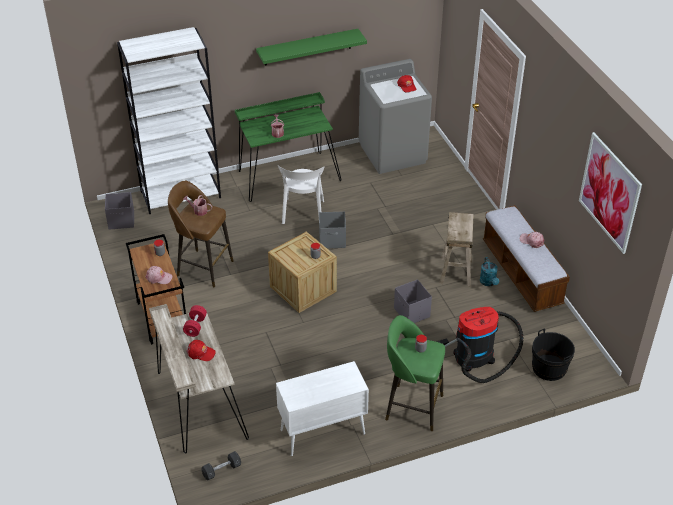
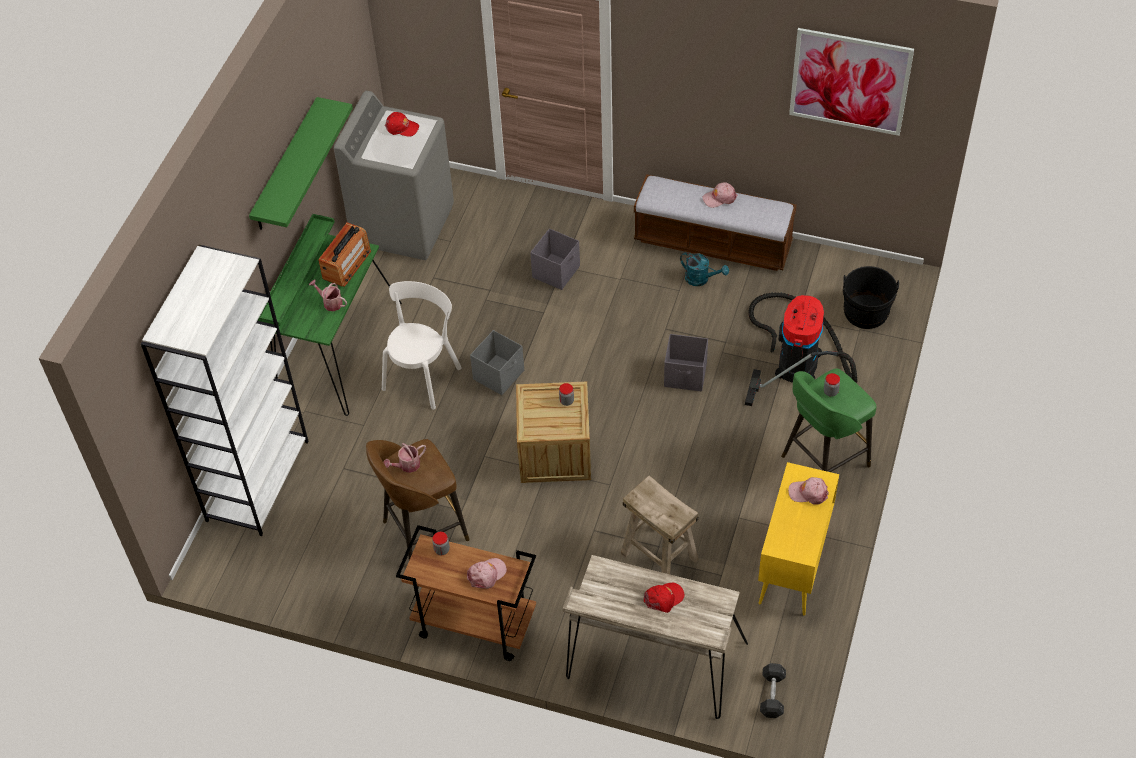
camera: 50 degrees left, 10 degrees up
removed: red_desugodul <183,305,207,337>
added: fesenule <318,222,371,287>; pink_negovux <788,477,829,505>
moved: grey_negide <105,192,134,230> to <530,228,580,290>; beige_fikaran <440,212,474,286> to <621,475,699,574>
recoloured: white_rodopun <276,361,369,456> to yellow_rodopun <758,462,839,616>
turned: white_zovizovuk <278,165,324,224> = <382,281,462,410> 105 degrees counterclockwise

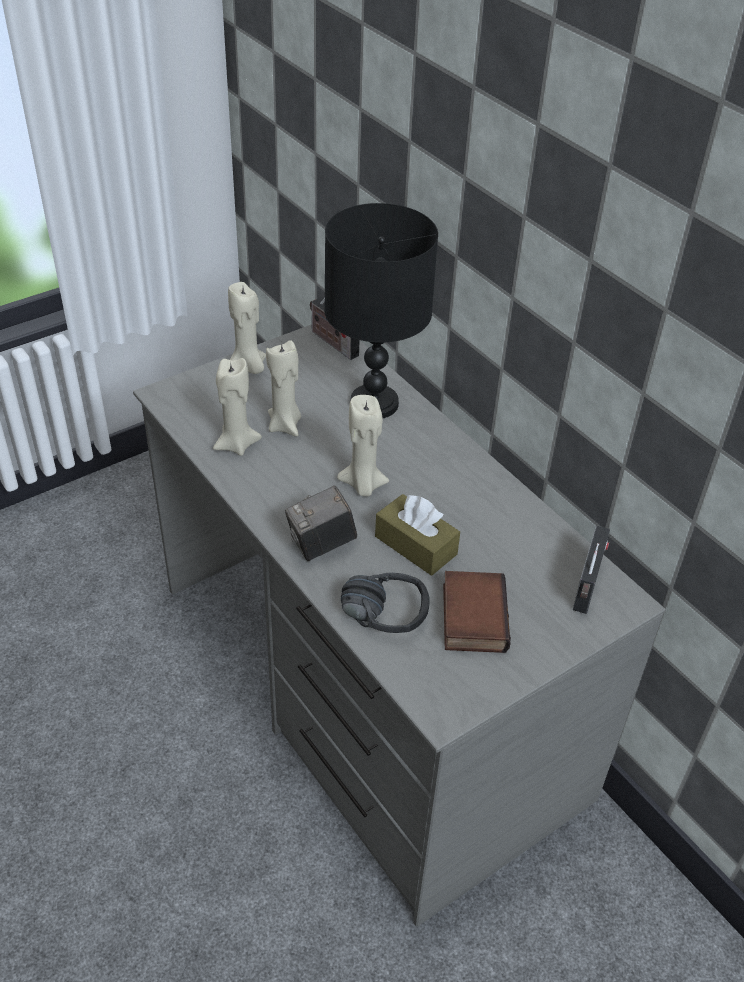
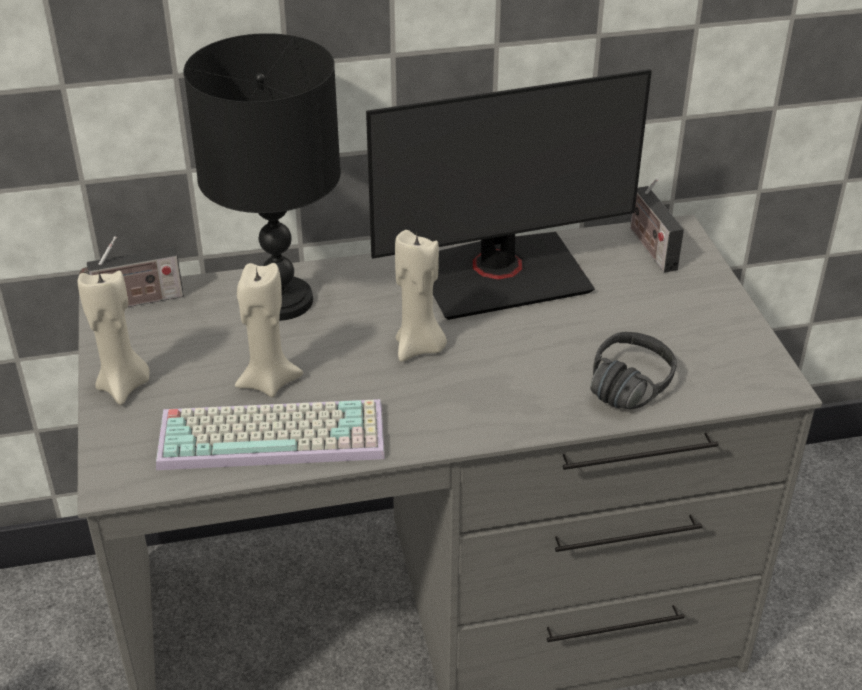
camera: 65 degrees left, 5 degrees down
removed: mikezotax <285,485,357,561>; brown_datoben <375,494,460,576>; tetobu <443,571,511,653>
added: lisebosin <366,69,652,320>
replaced: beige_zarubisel <213,358,262,456> to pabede <156,399,385,470>
turned: fesenule <573,526,610,614> = <630,178,684,273> 150 degrees counterclockwise

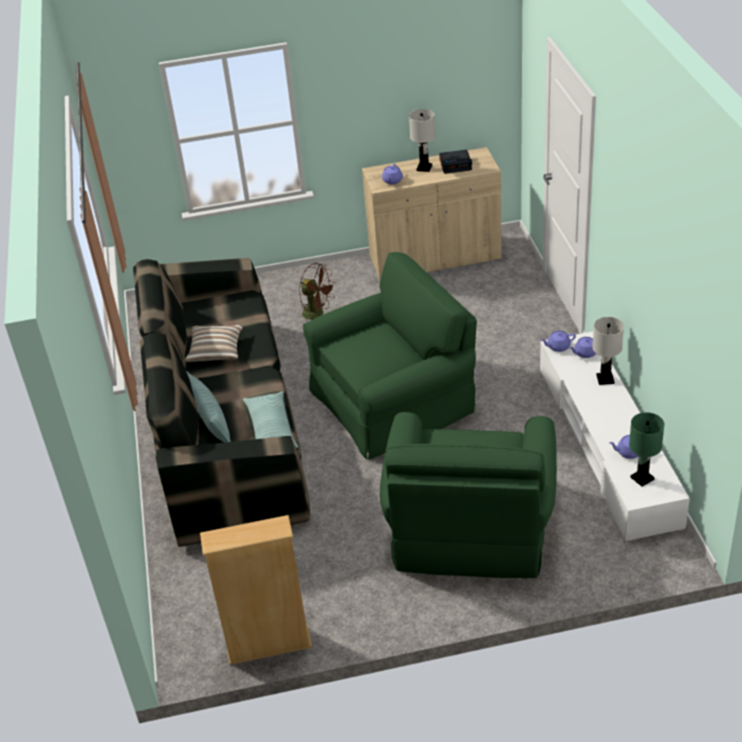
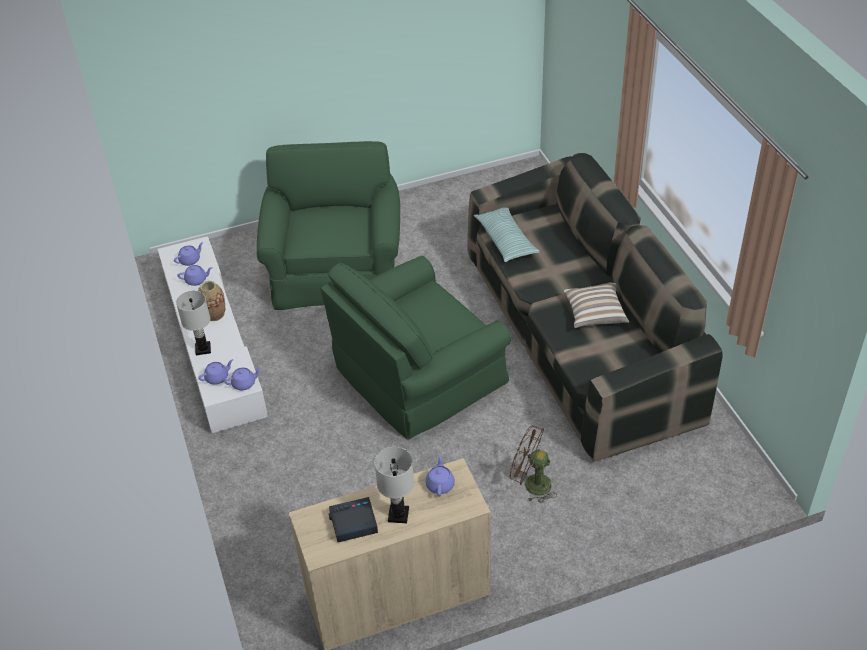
camera: 170 degrees right, 5 degrees up
removed: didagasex <186,371,231,443>; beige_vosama <200,515,312,665>
added: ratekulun <198,281,225,321>
replaced: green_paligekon <629,412,664,487> to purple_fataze <174,242,203,266>

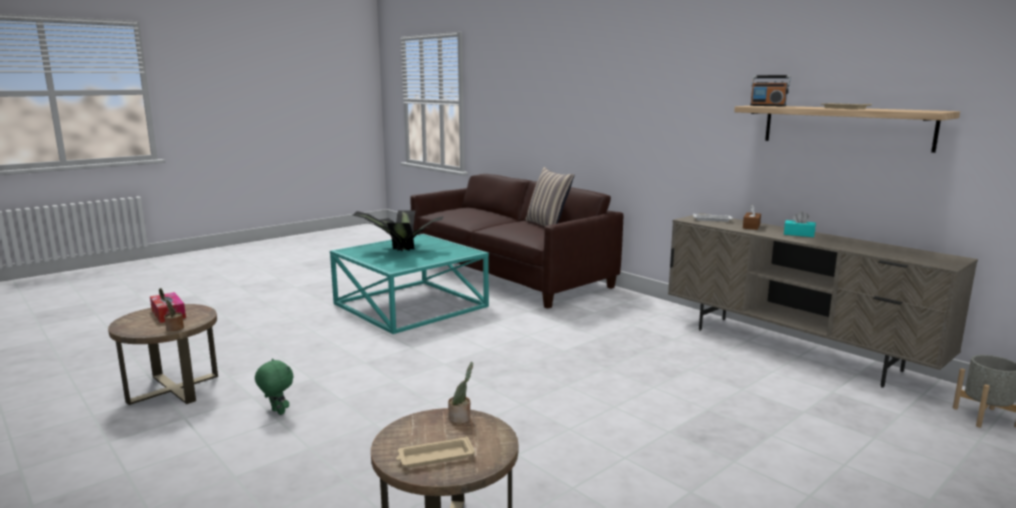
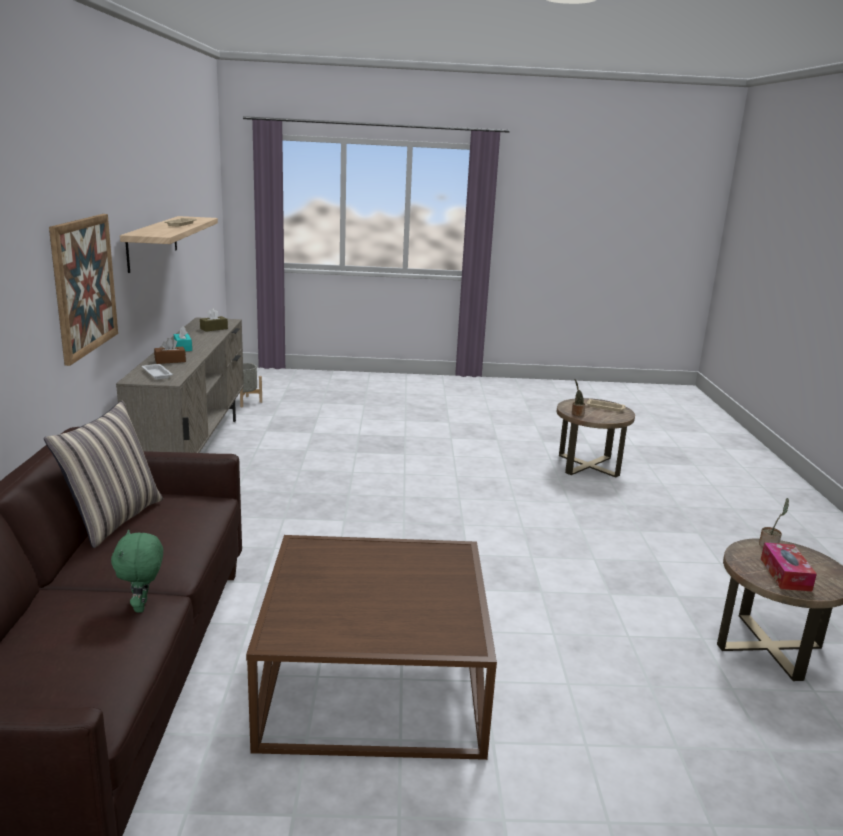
camera: 140 degrees left, 5 degrees up
removed: fesenule <750,75,791,106>; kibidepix <353,210,444,251>
added: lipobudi <49,214,118,366>; brown_datoben <200,308,228,332>
moved: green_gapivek <255,359,293,415> to <111,530,163,613>
recoloured: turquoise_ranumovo <330,234,489,334> to brown_ranumovo <246,535,497,760>

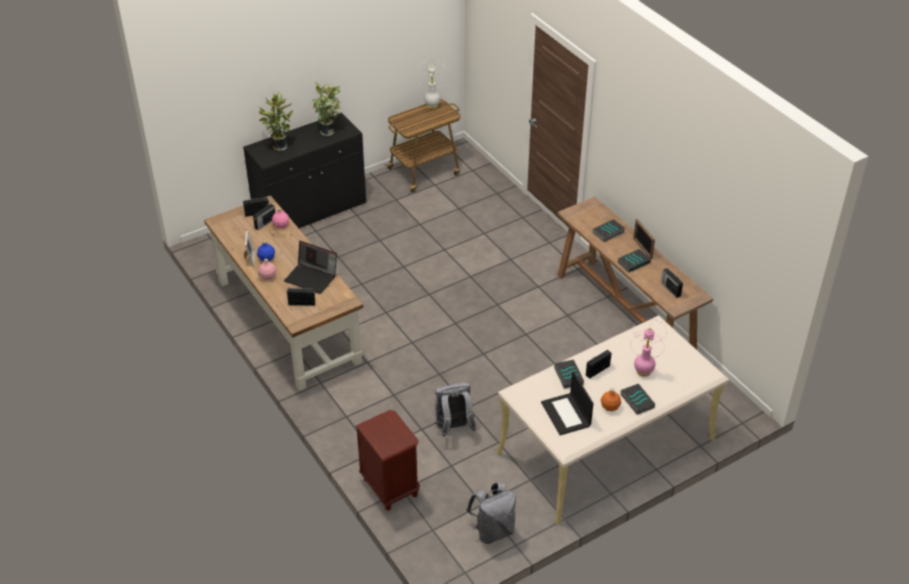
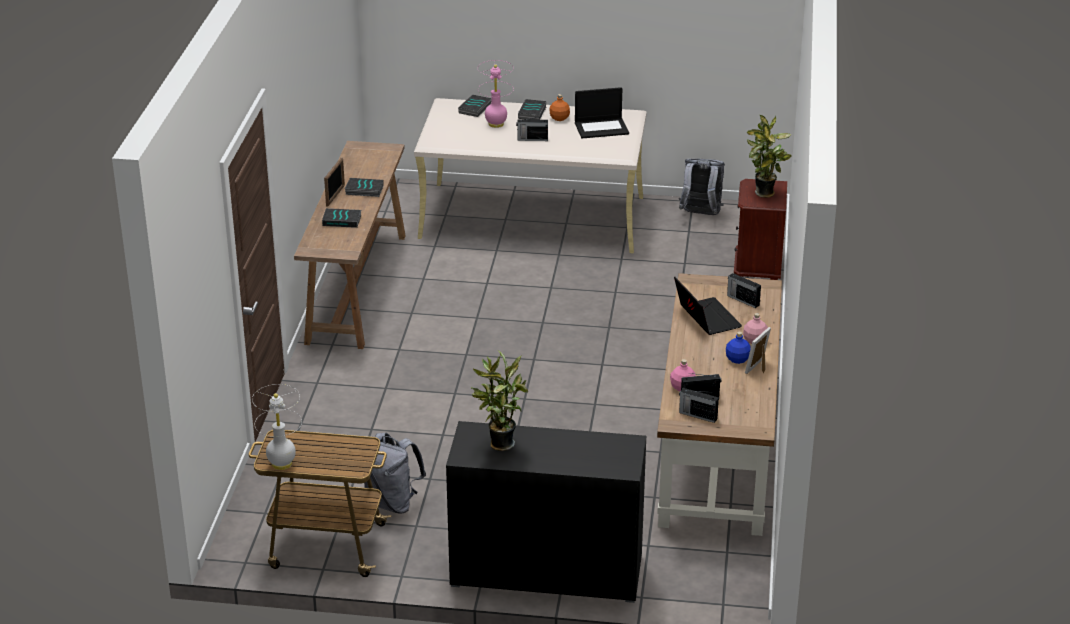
camera: 140 degrees left, 10 degrees down
removed: fesenule <661,268,683,298>
moved: kibidepix <258,92,293,151> to <747,114,792,198>; tetobu <554,360,584,389> to <458,95,492,117>; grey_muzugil <434,383,476,437> to <364,433,426,514>
turned: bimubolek <541,371,594,435> = <575,87,629,138> 60 degrees clockwise

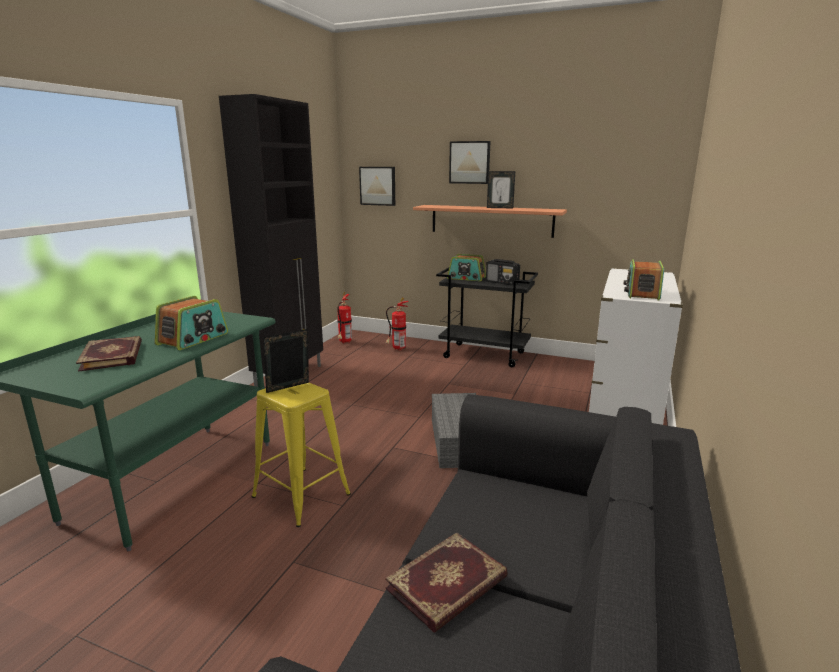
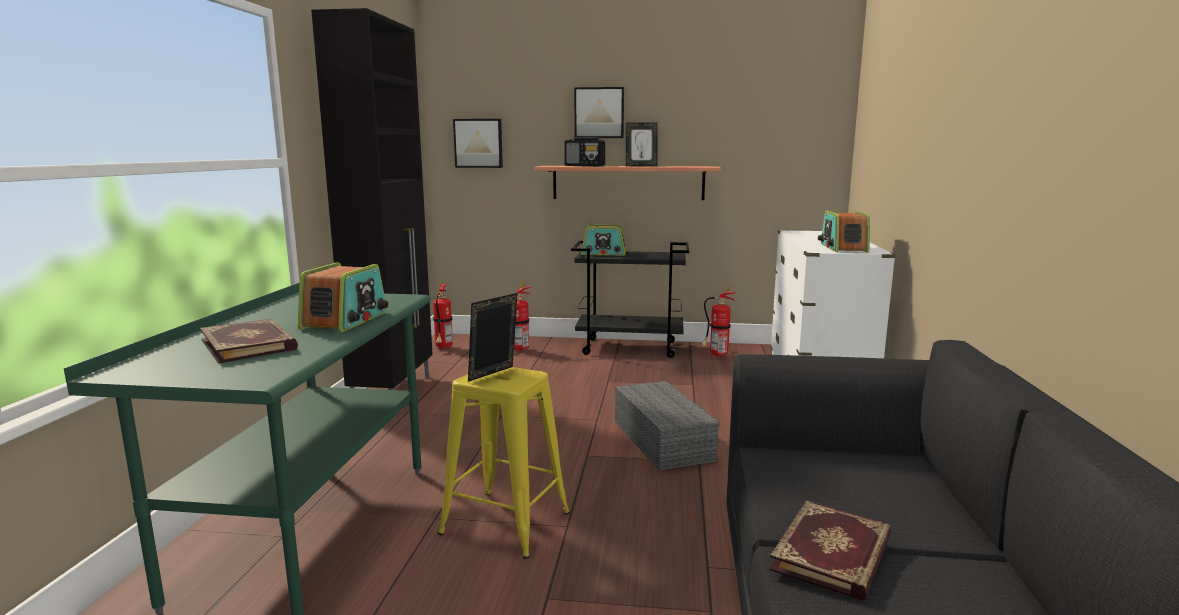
camera: 15 degrees left, 5 degrees down
added: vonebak <701,287,736,357>
moved: fesenule <486,259,520,286> to <564,137,605,166>

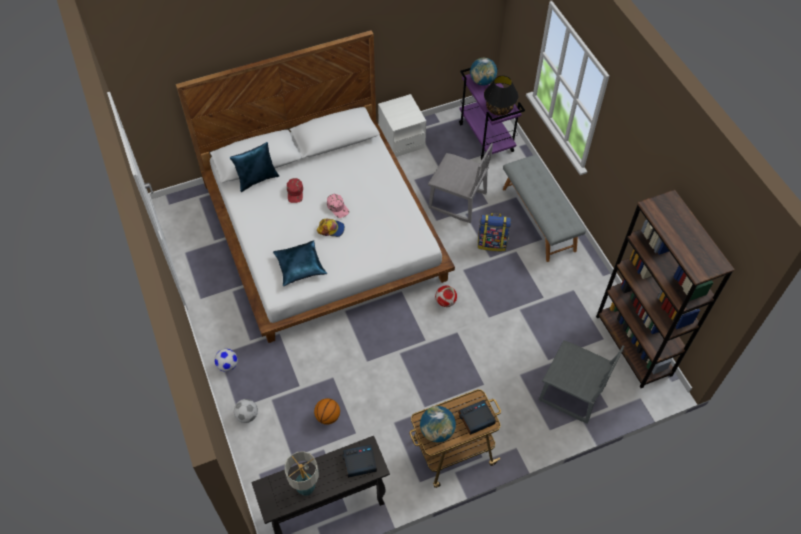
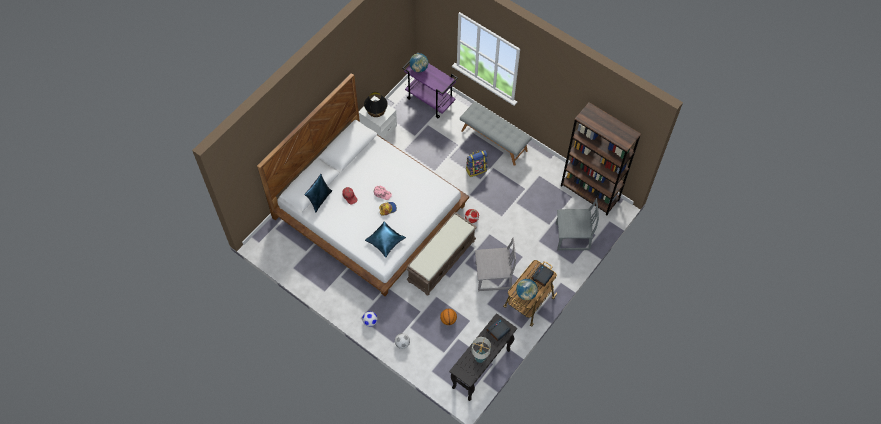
camera: 30 degrees left, 5 degrees up
added: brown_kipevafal <406,212,477,295>
moved: black_paligekon <484,75,518,116> to <364,92,388,117>; grey_zovizovuk <428,143,493,223> to <475,237,516,291>

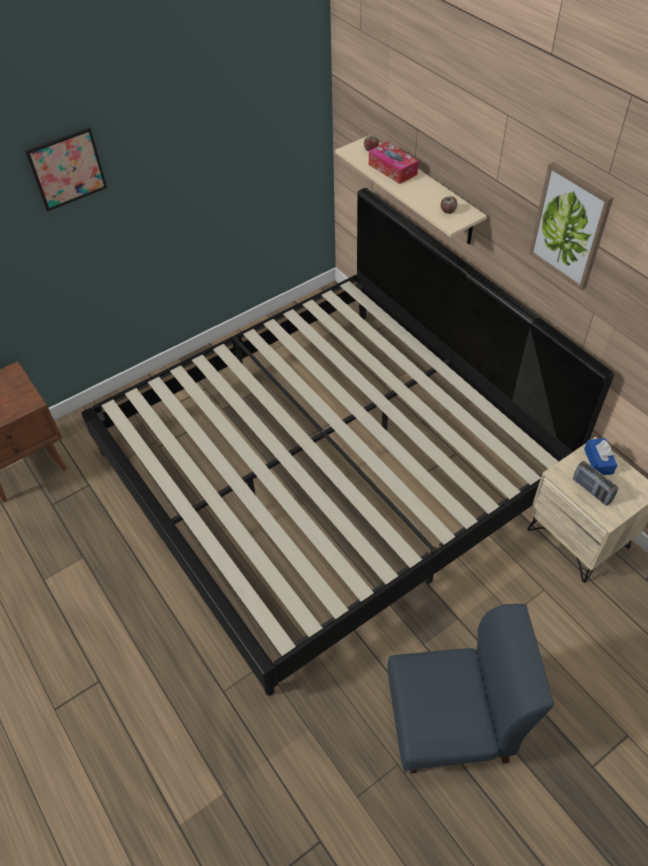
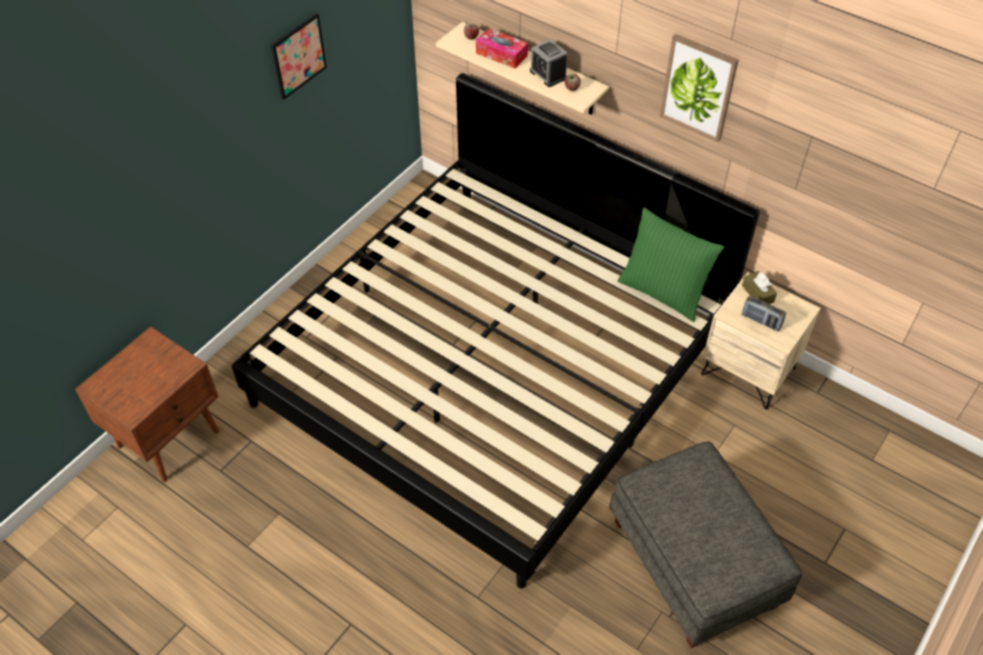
camera: 20 degrees left, 0 degrees up
added: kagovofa <530,39,568,87>; green_didagasex <618,208,724,322>
moved: lipobudi <25,127,107,212> to <271,13,327,100>
replaced: blue_zovizovuk <387,604,554,774> to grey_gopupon <610,442,802,648>
recoloured: blue_datoben <584,438,617,475> to brown_datoben <742,271,777,304>

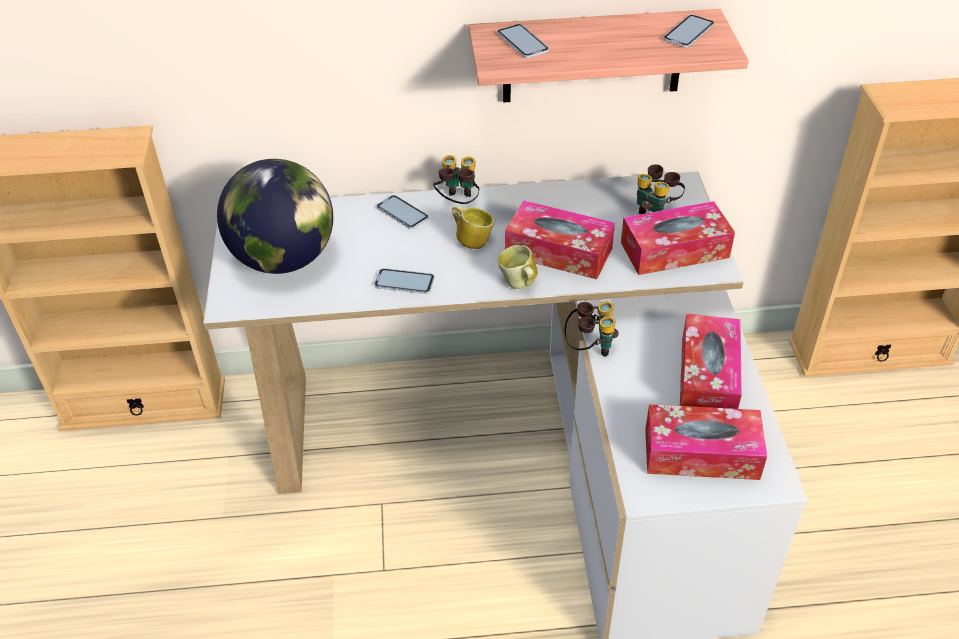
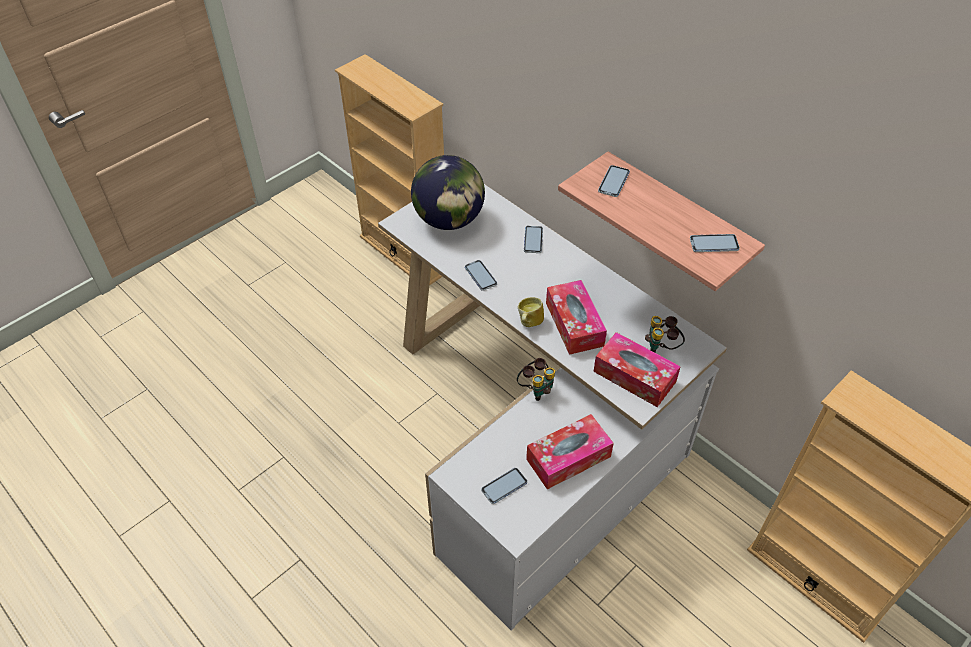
camera: 50 degrees right, 5 degrees up
removed: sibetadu <433,155,479,204>; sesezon <452,205,494,249>
replaced: datoben <645,404,767,480> to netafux <481,468,527,504>

